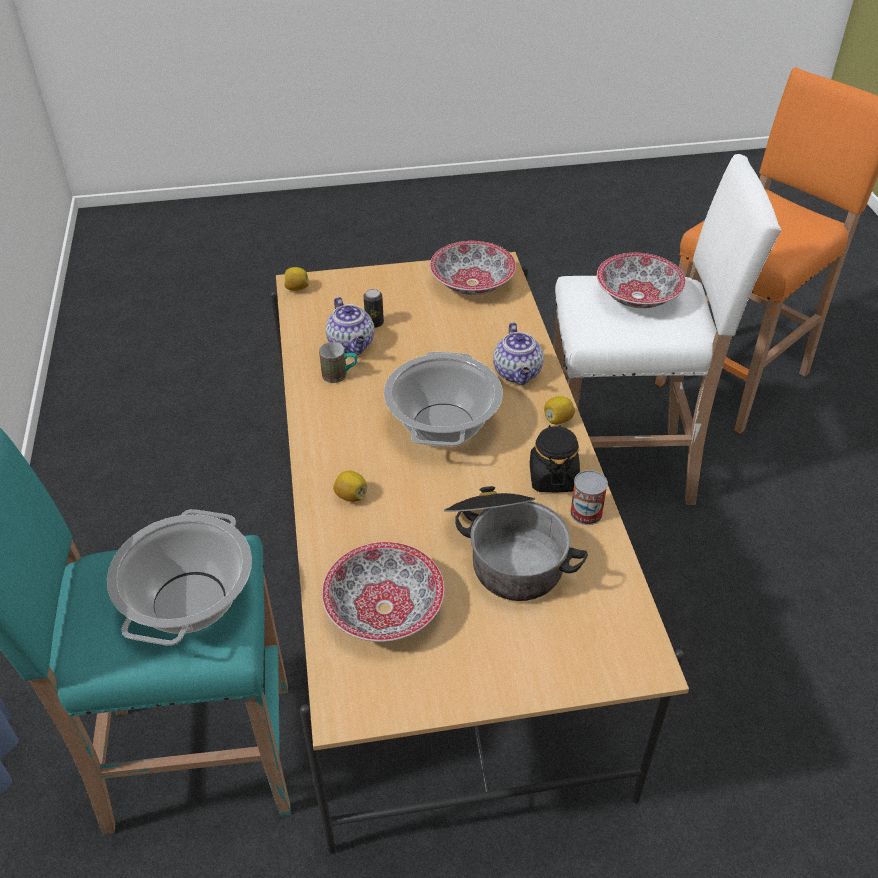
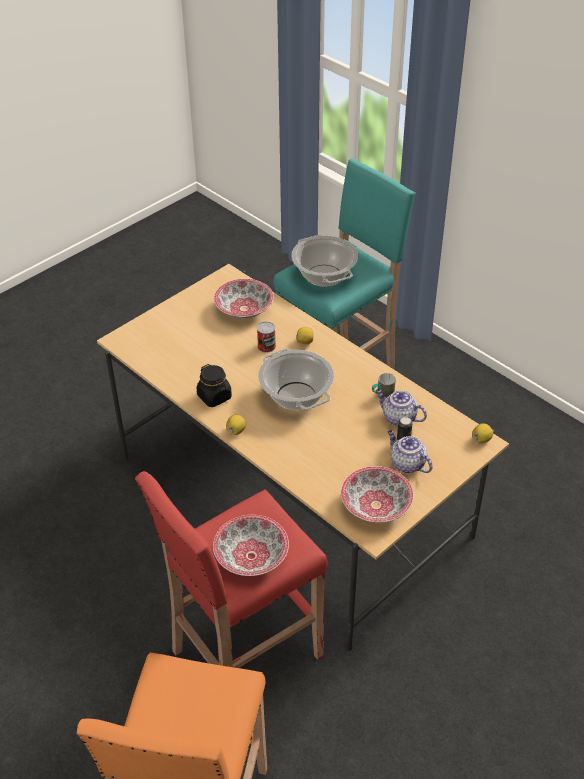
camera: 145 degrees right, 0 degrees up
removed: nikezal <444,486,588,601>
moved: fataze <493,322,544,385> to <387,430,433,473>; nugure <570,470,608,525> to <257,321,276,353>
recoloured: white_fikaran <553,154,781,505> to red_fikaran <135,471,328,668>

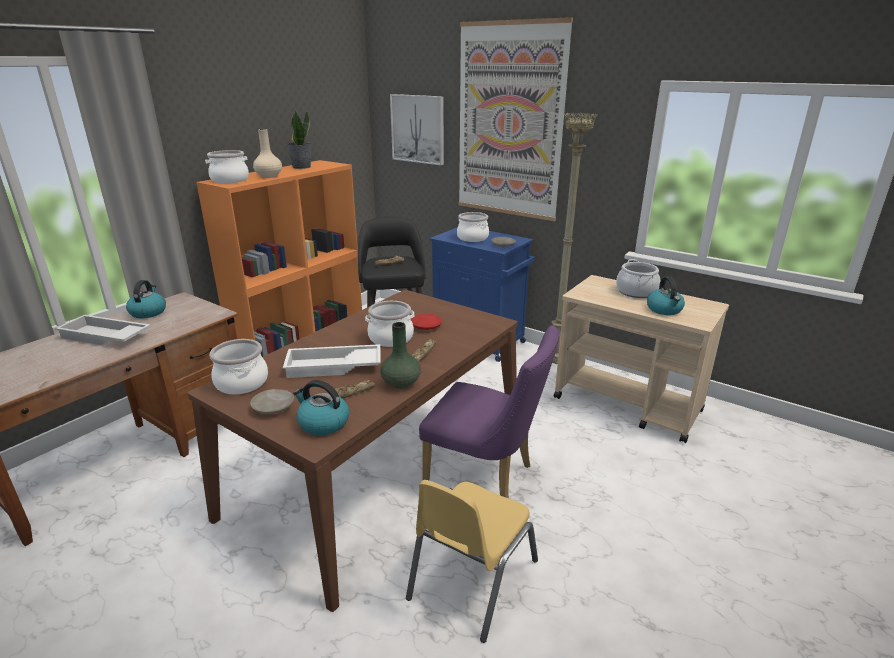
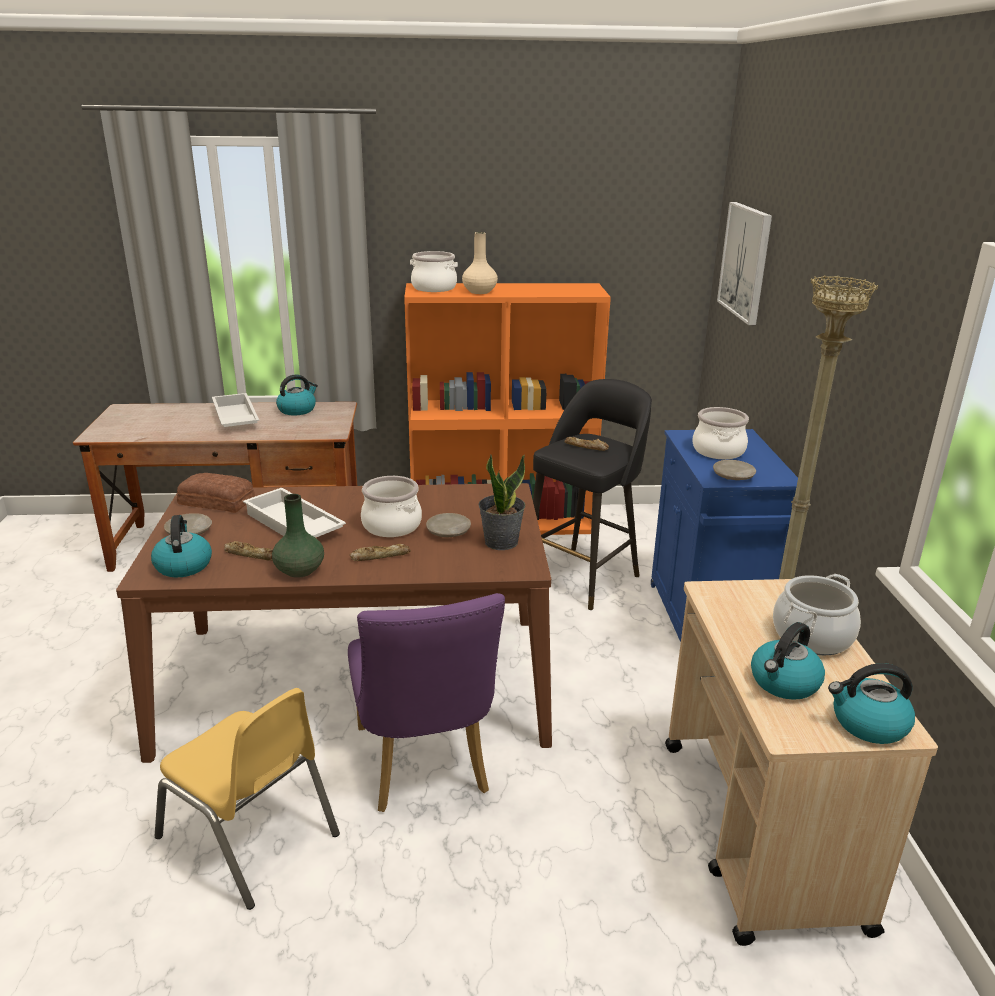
camera: 50 degrees right, 0 degrees up
removed: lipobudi <459,17,573,221>
added: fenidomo <828,663,915,744>
moved: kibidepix <286,110,312,169> to <479,455,525,550>
replaced: nikezal <209,339,268,394> to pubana <177,473,255,513>
recoloured: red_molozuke <411,314,443,330> to beige_molozuke <426,513,471,537>
turned: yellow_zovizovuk <406,480,538,643> = <155,688,340,910> 135 degrees counterclockwise

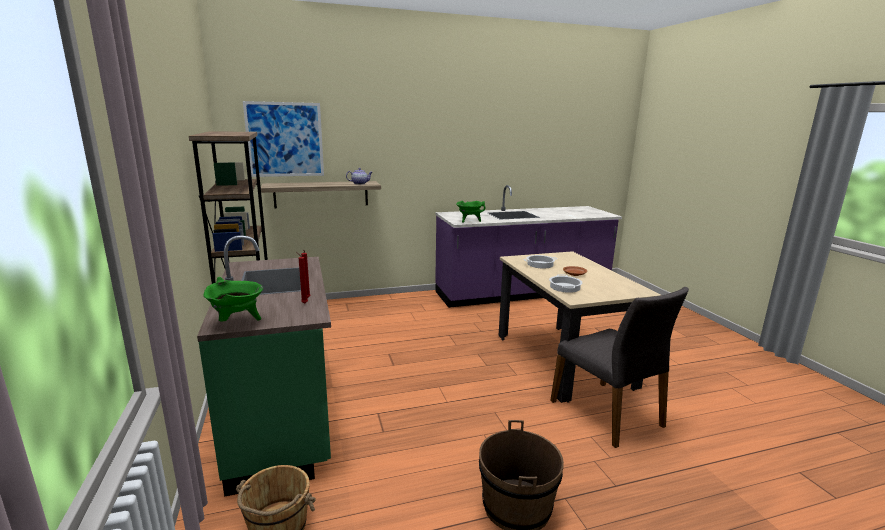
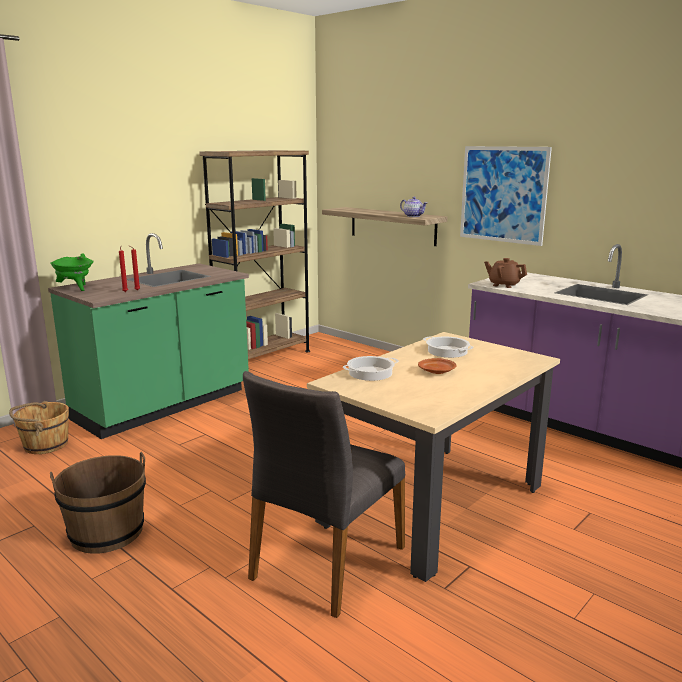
camera: 60 degrees right, 0 degrees up
moved: lipobudi <243,101,324,177> to <460,146,552,246>
replaced: green_nikezal <456,201,486,223> to brown_fataze <484,258,527,288>

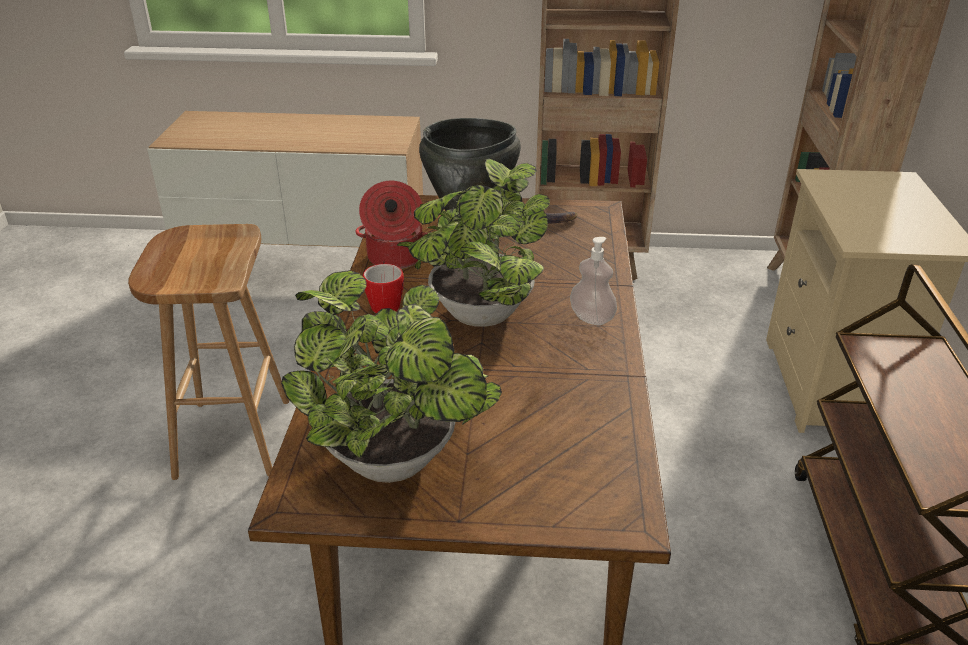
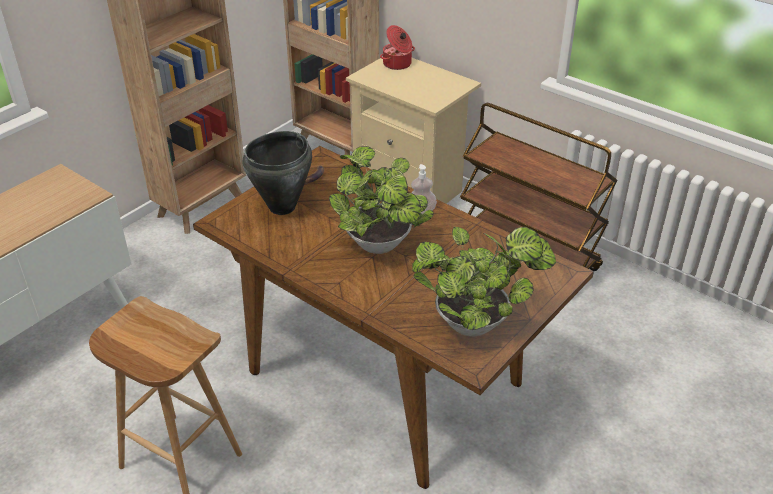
camera: 55 degrees left, 5 degrees up
removed: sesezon <363,261,404,313>
moved: nikezal <355,181,427,269> to <380,25,415,70>

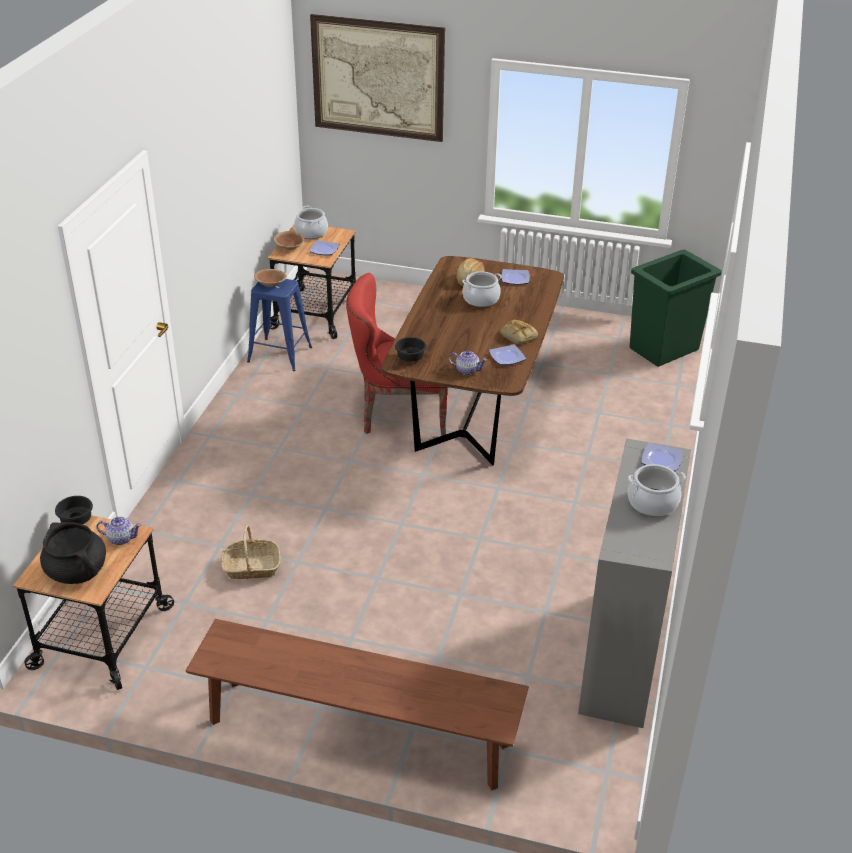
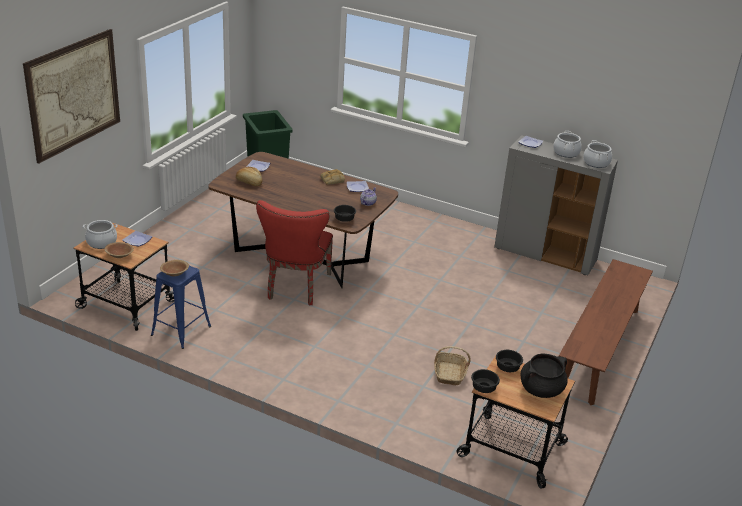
camera: 80 degrees left, 5 degrees down
moved: nikezal <462,271,502,307> to <583,140,612,168>
replaced: fataze <96,517,141,545> to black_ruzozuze <496,350,523,372>

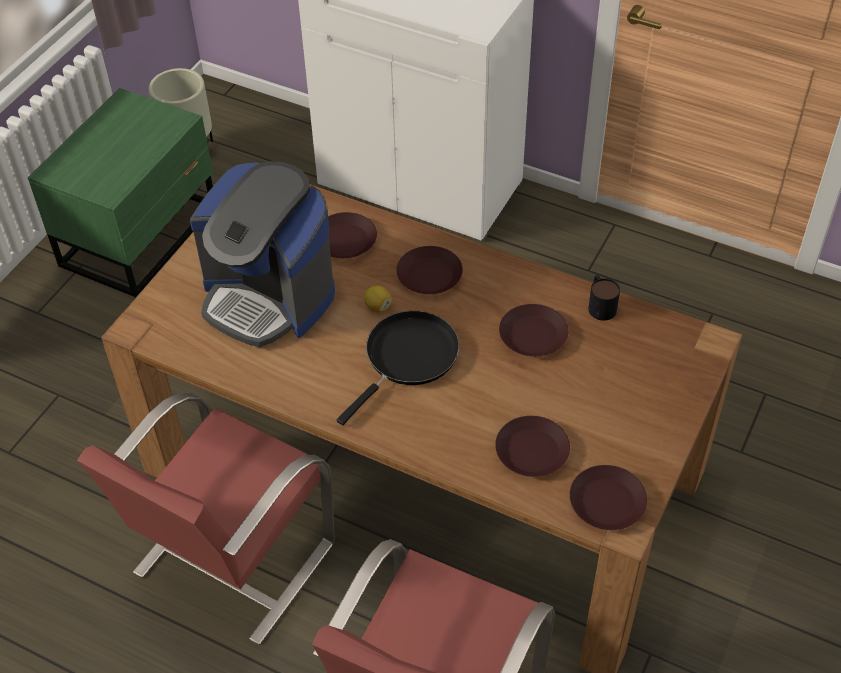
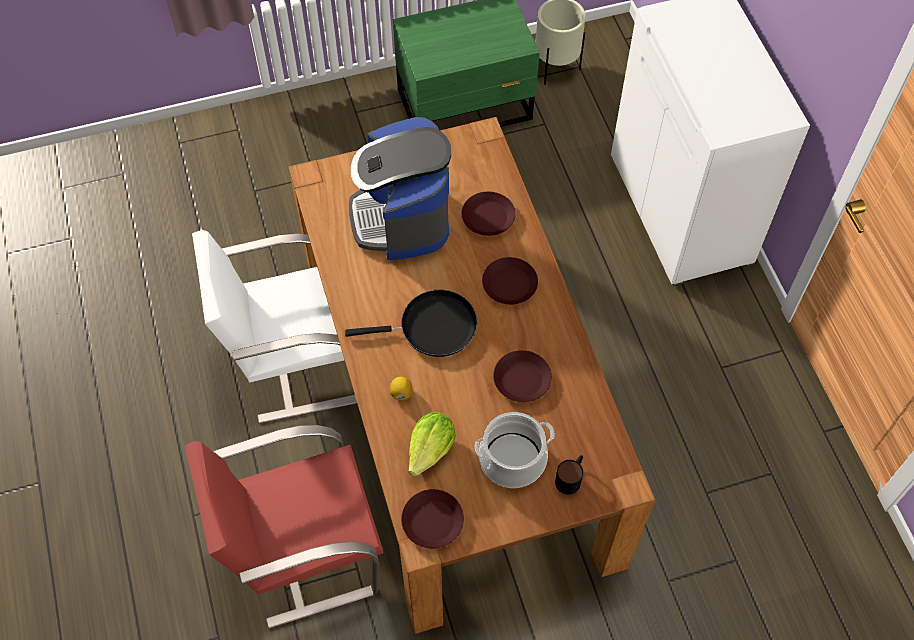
camera: 45 degrees right, 10 degrees up
added: nikezal <474,412,555,488>
moved: sesezon <588,275,620,321> to <555,455,583,495>; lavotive <364,285,392,312> to <389,377,412,401>
replaced: brown_molozuke <495,416,570,477> to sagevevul <409,412,456,476>
recoloured: red_zovizovuk <77,393,335,645> to white_zovizovuk <192,230,357,424>

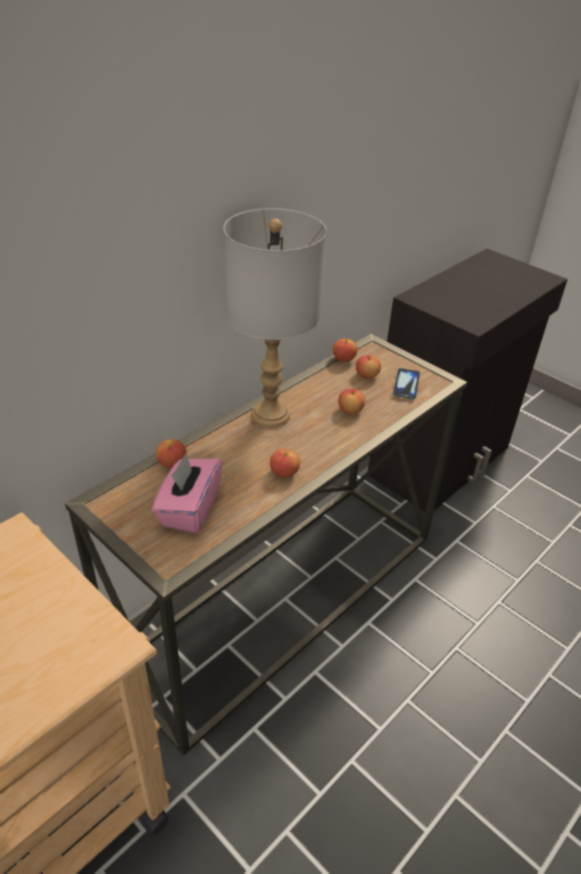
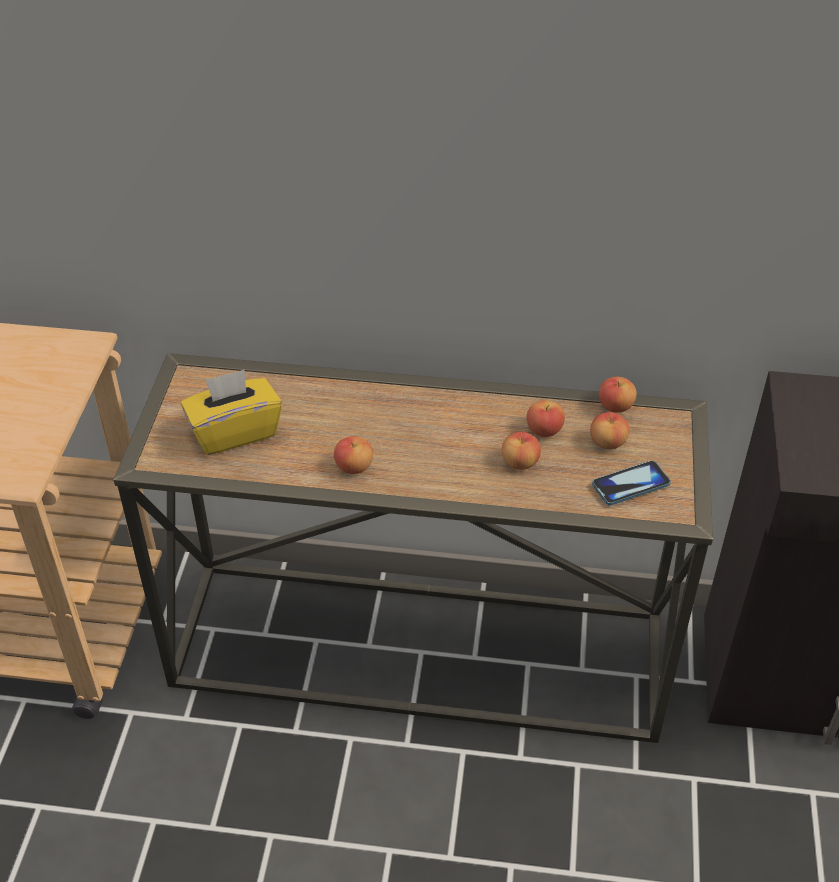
camera: 55 degrees right, 5 degrees up
removed: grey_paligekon <223,208,327,427>
moved: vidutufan <156,439,187,468> to <526,400,565,437>
recoloured: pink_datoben <152,453,222,533> to yellow_datoben <181,370,282,455>

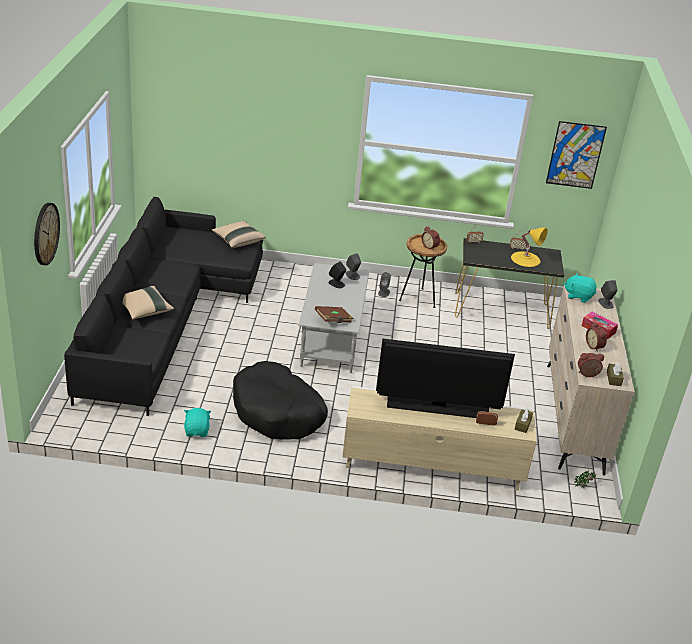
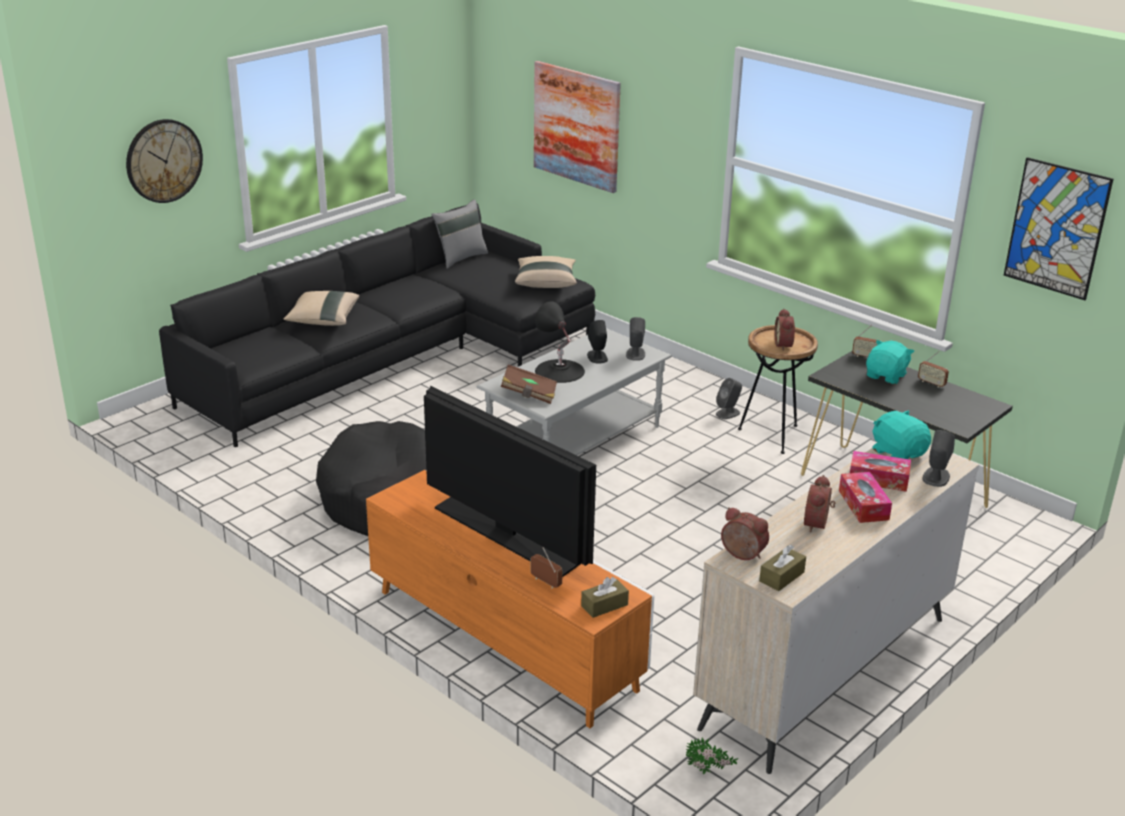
camera: 40 degrees right, 5 degrees down
removed: yellow_paligekon <511,228,548,267>
added: lipobudi <534,61,621,193>; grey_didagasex <431,199,488,269>; black_paligekon <535,301,585,383>; datoben <850,451,911,492>
moved: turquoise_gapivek <184,408,211,437> to <866,340,914,384>
recoloured: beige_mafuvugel <342,386,537,491> to orange_mafuvugel <366,470,654,728>

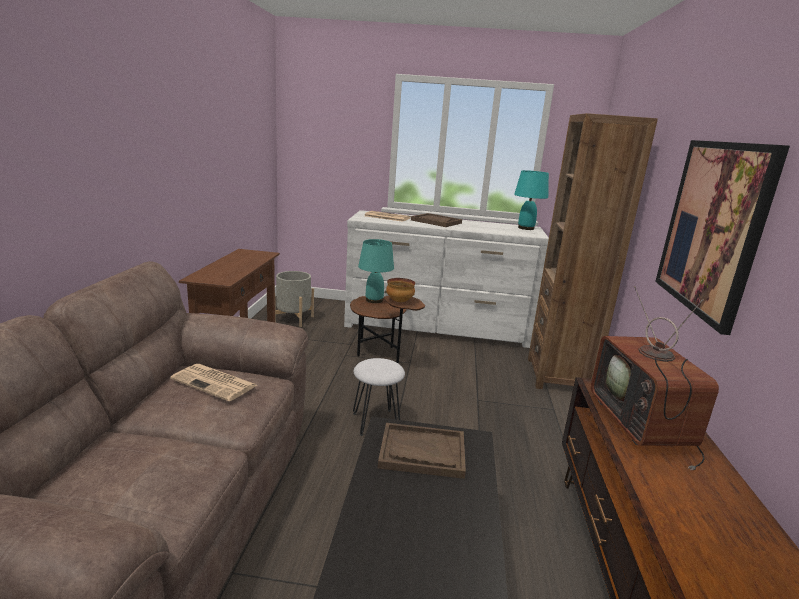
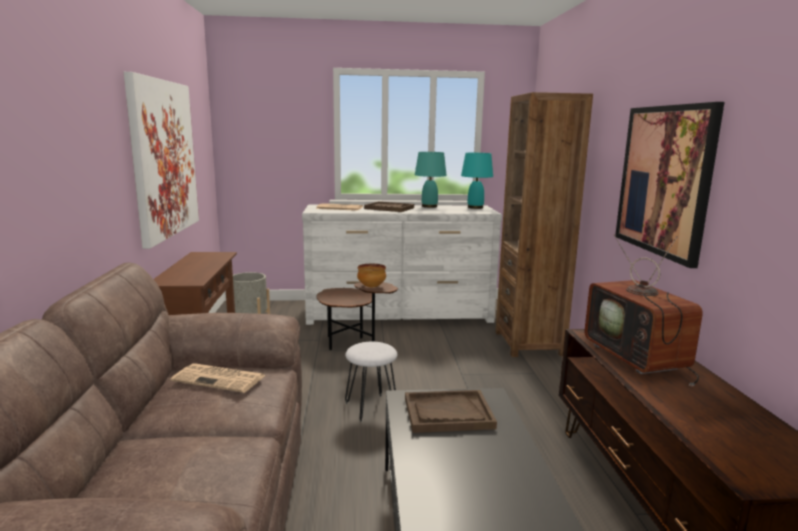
camera: 10 degrees left, 5 degrees down
added: lipobudi <124,72,199,249>
moved: turquoise_paligekon <358,239,394,303> to <415,152,447,208>

